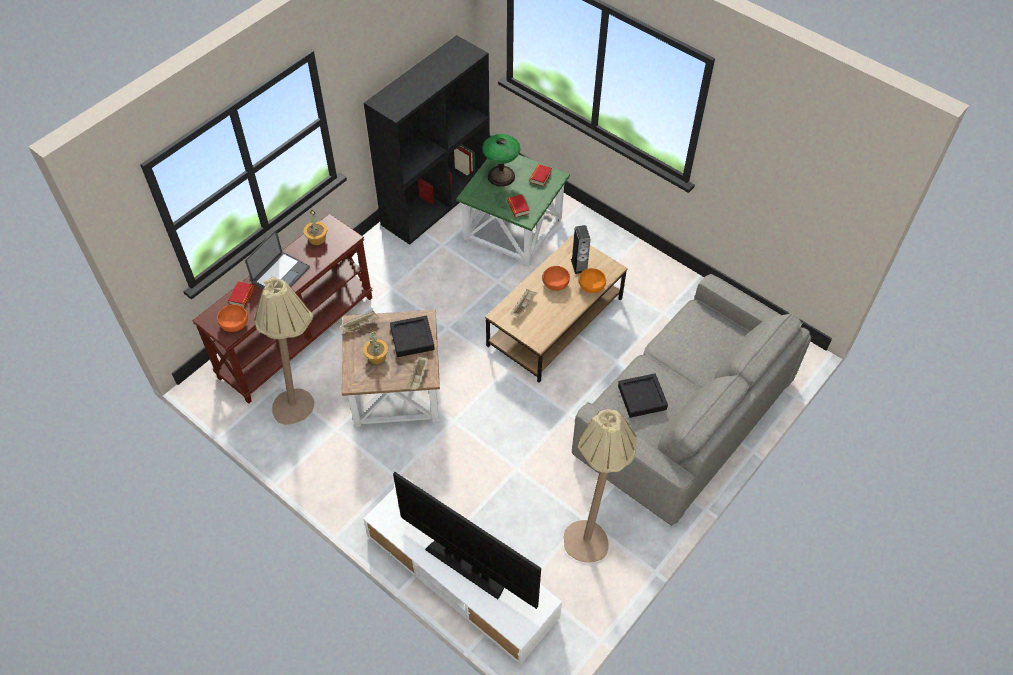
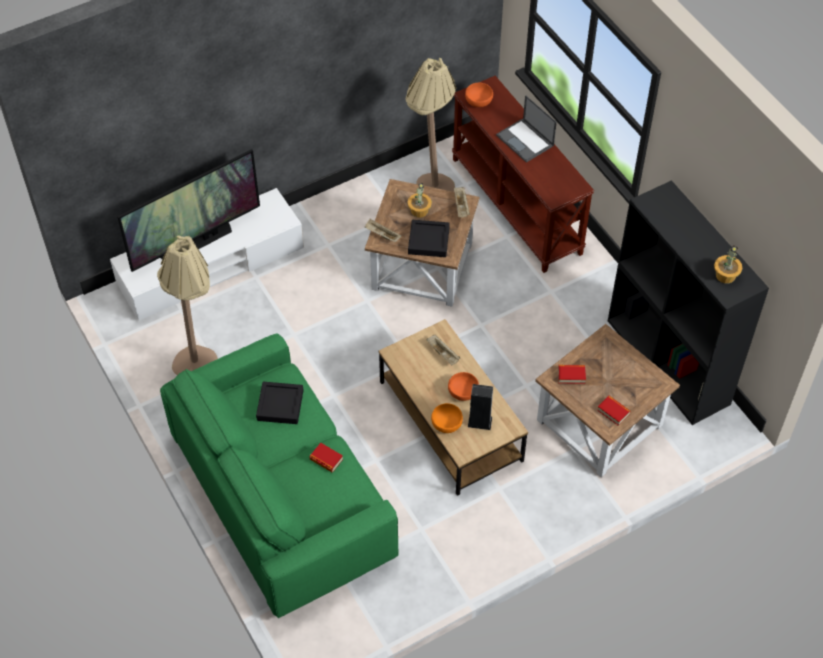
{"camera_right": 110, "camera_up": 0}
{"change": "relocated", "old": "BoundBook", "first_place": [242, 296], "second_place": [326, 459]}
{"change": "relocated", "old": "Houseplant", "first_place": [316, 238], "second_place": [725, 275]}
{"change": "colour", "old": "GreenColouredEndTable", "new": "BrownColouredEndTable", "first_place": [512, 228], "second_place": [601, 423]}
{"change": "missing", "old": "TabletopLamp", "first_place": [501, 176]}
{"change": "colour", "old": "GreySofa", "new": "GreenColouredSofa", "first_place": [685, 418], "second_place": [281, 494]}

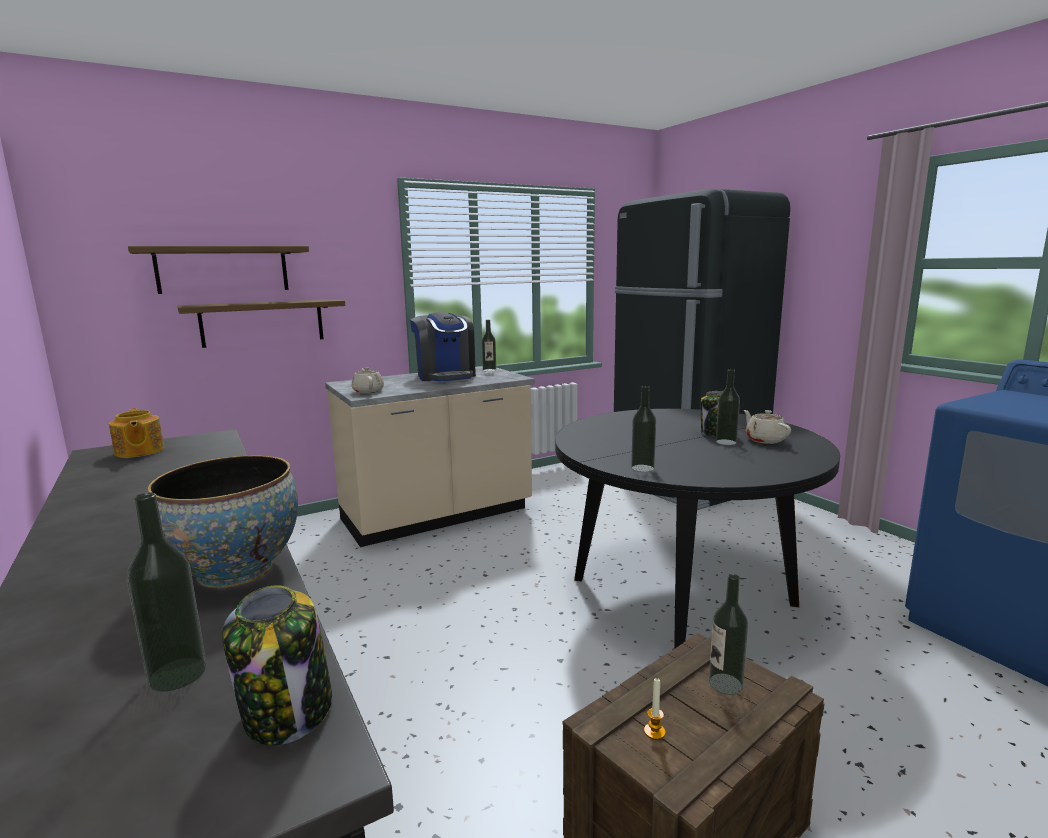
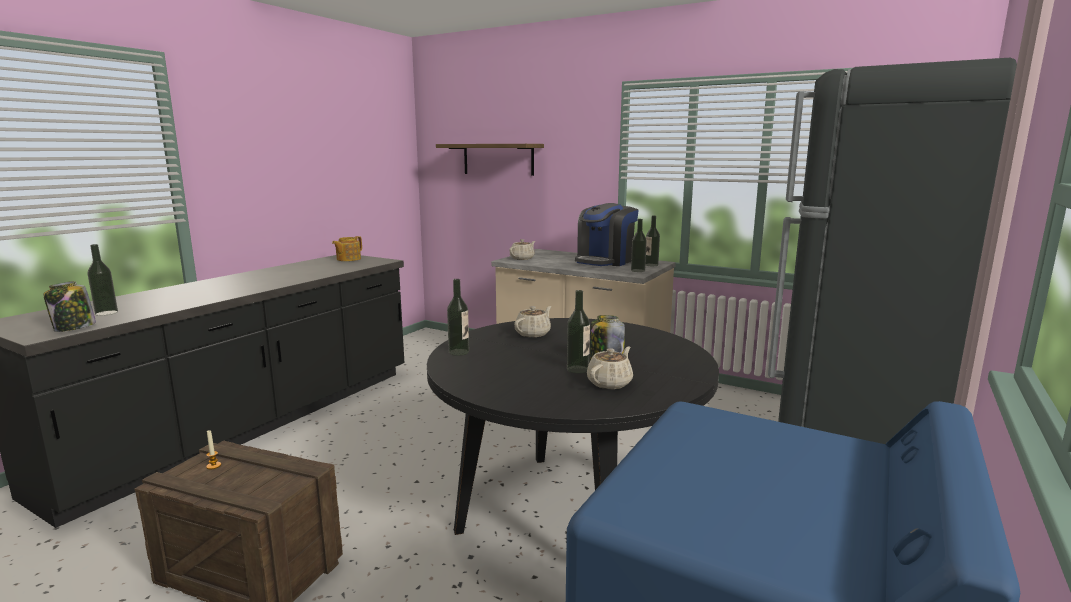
{"camera_right": 60, "camera_up": 0}
{"change": "missing", "old": "ServingBowl", "first_place": [236, 571]}
{"change": "missing", "old": "BracketShelf", "first_place": [262, 322]}
{"change": "relocated", "old": "DrinkBottle", "first_place": [725, 684], "second_place": [638, 270]}
{"change": "appeared", "new": "BeigePotForTea", "second_place": [533, 333]}

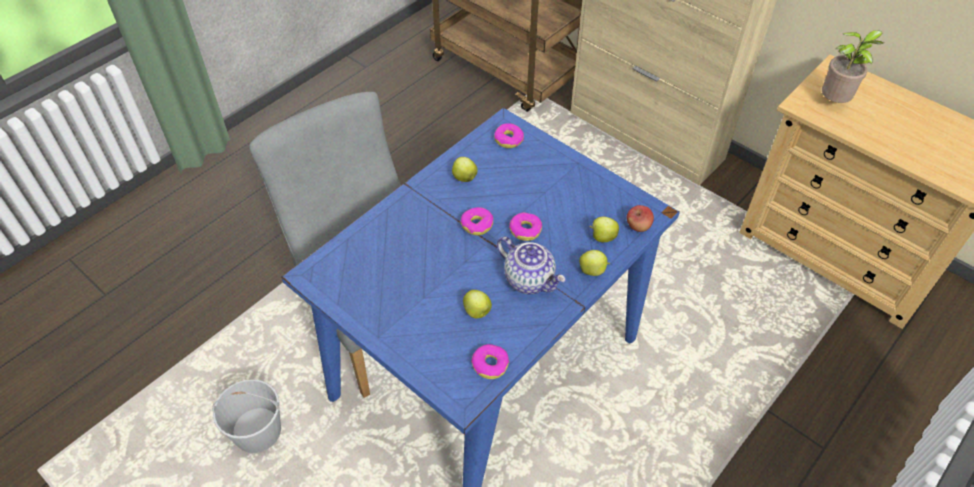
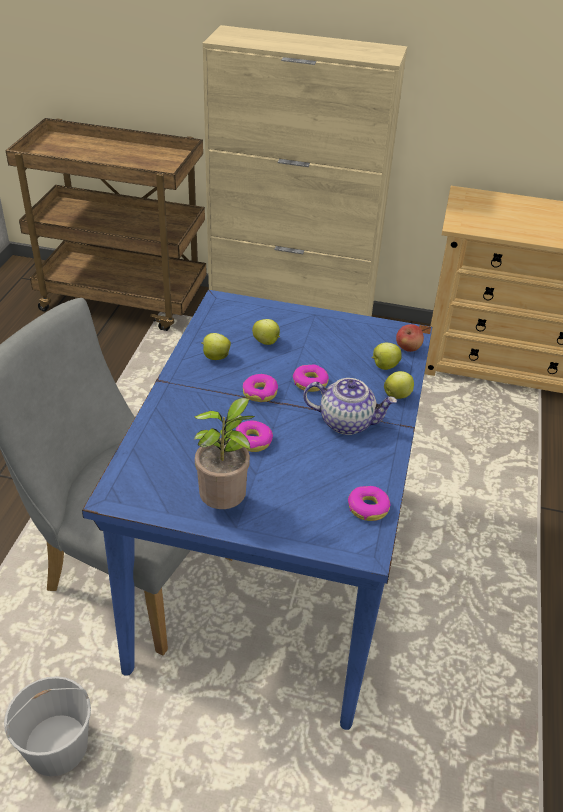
{"camera_right": -30, "camera_up": -10}
{"change": "relocated", "old": "Apple", "first_place": [477, 312], "second_place": [267, 342]}
{"change": "relocated", "old": "RingDoughnut", "first_place": [508, 139], "second_place": [253, 441]}
{"change": "relocated", "old": "Houseplant", "first_place": [834, 103], "second_place": [225, 504]}

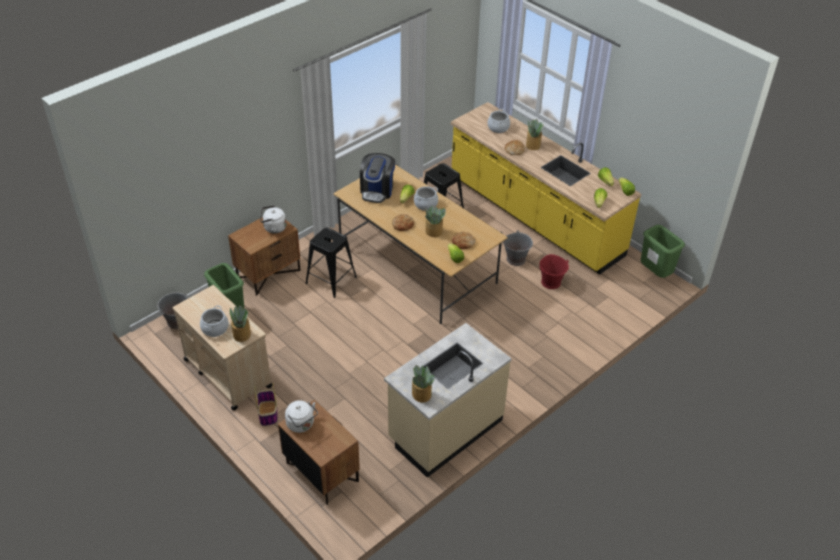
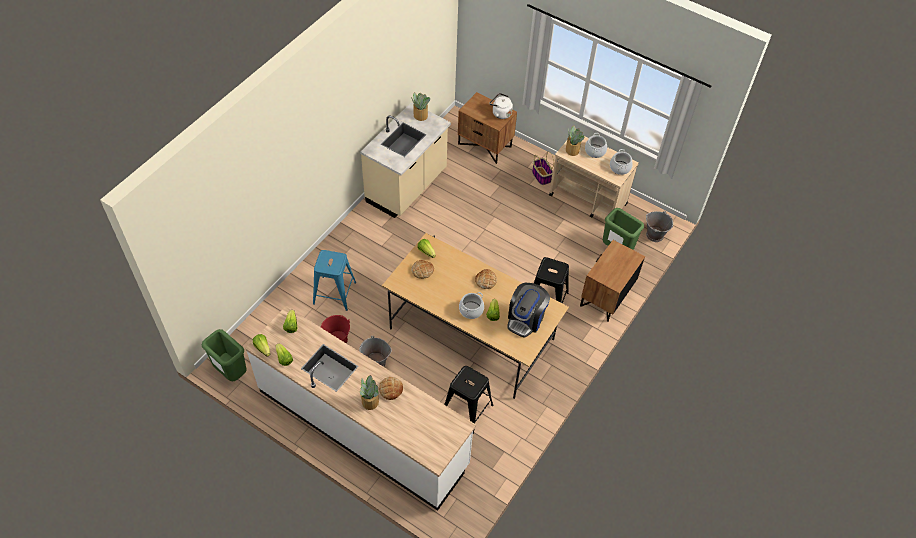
{"camera_right": 165, "camera_up": 10}
{"change": "missing", "old": "WhitishKettle", "first_place": [273, 228]}
{"change": "spun", "old": "CoffeeBrewer", "first_place": [377, 190], "second_place": [526, 319], "degrees": -150}
{"change": "missing", "old": "Houseplant", "first_place": [434, 232]}
{"change": "colour", "old": "YellowColouredKitchenCounter", "new": "WhitishKitchenCounter", "first_place": [534, 217], "second_place": [363, 427]}
{"change": "relocated", "old": "Saucepot", "first_place": [498, 127], "second_place": [620, 168]}
{"change": "appeared", "new": "BlueSittingStool", "second_place": [334, 293]}

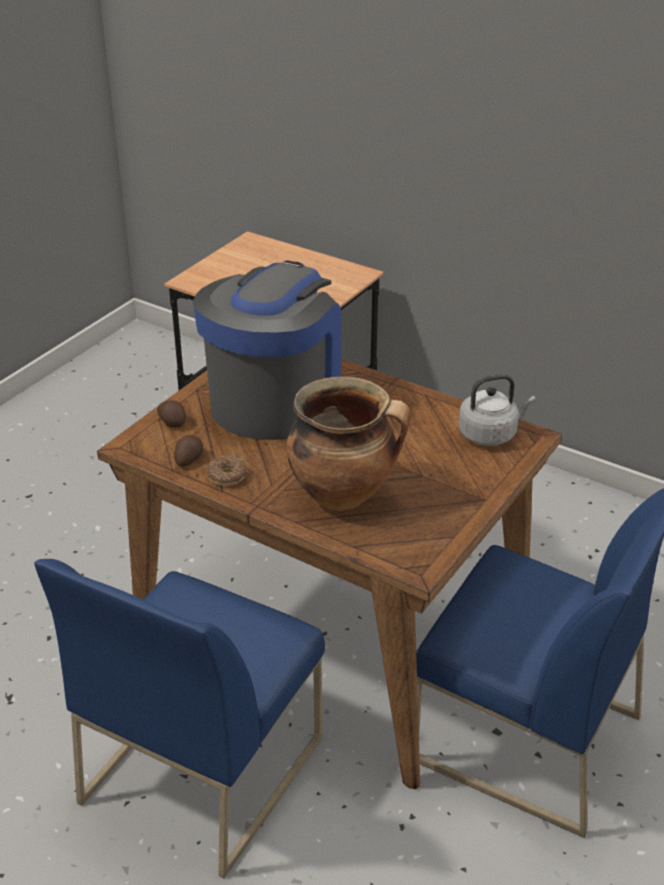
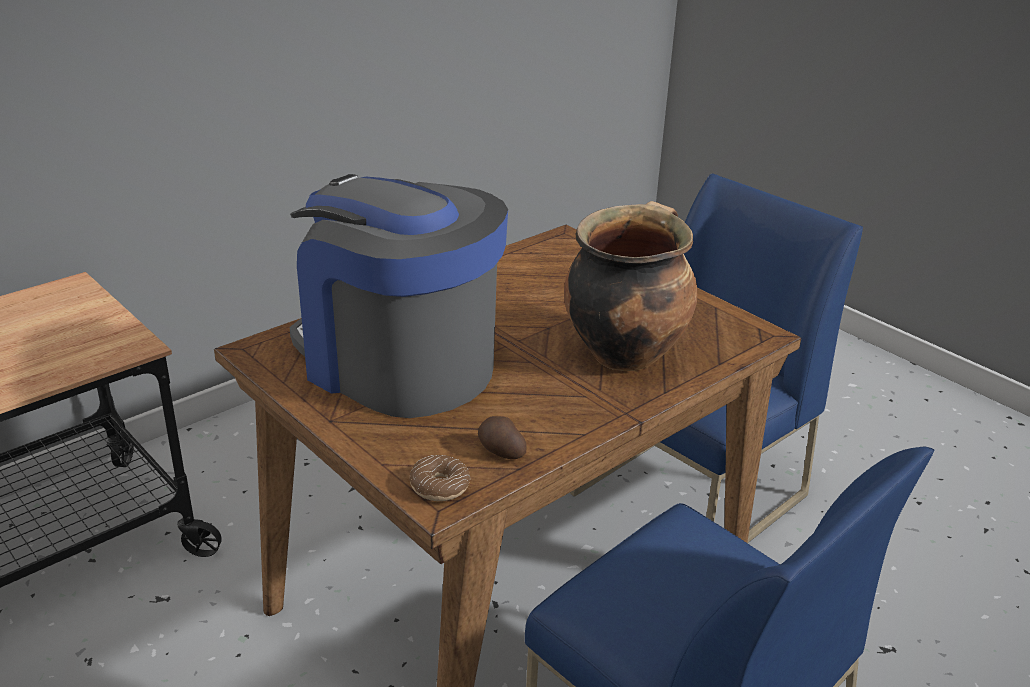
{"camera_right": -75, "camera_up": -5}
{"change": "missing", "old": "Potato", "first_place": [172, 422]}
{"change": "relocated", "old": "RingDoughnut", "first_place": [227, 476], "second_place": [439, 486]}
{"change": "missing", "old": "GreyKettle", "first_place": [490, 434]}

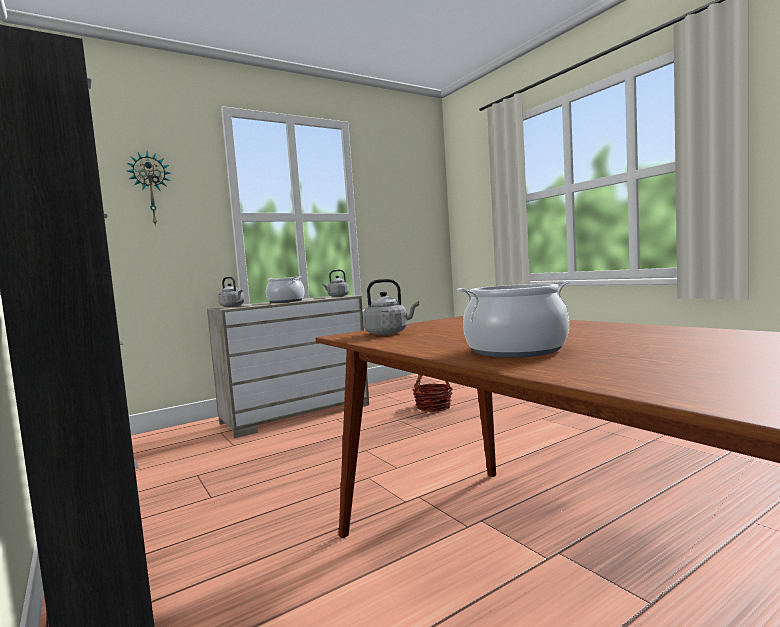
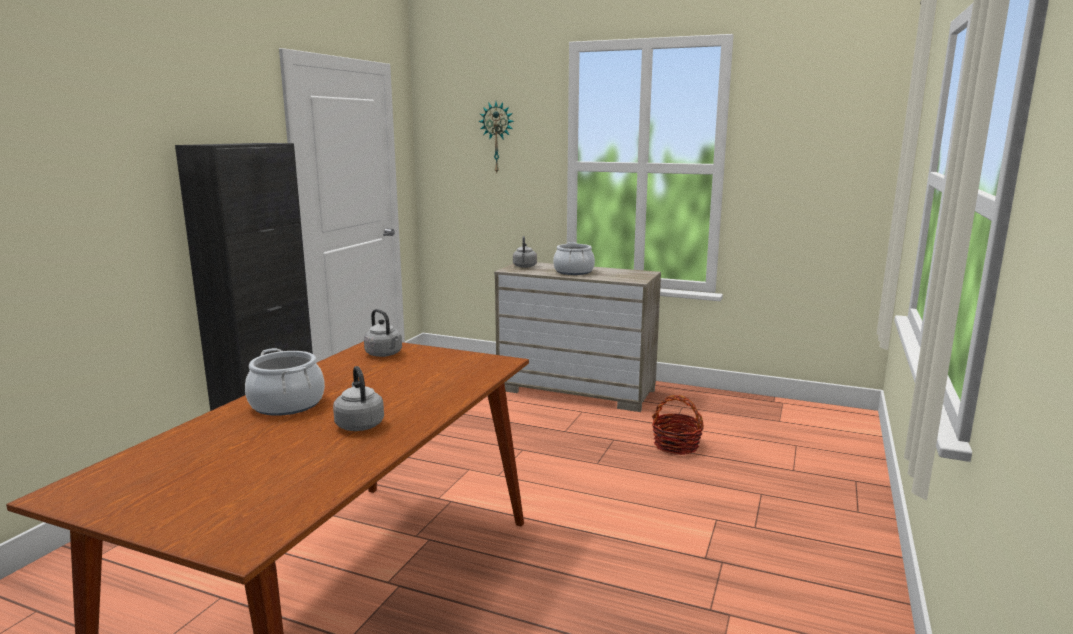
{"camera_right": 55, "camera_up": 10}
{"change": "relocated", "old": "GreyKettle", "first_place": [337, 296], "second_place": [359, 424]}

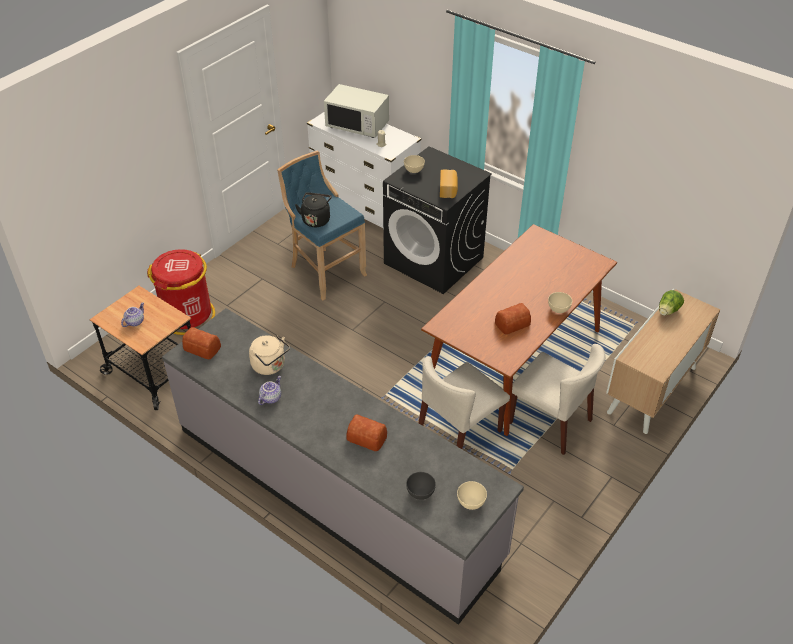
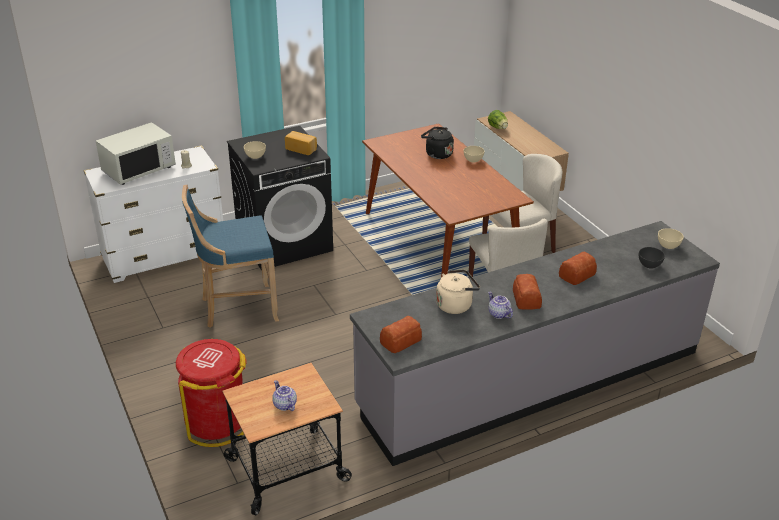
{"camera_right": -65, "camera_up": -10}
{"change": "relocated", "old": "BlackColouredKettle", "first_place": [316, 219], "second_place": [437, 154]}
{"change": "relocated", "old": "BakedBread", "first_place": [511, 323], "second_place": [526, 299]}

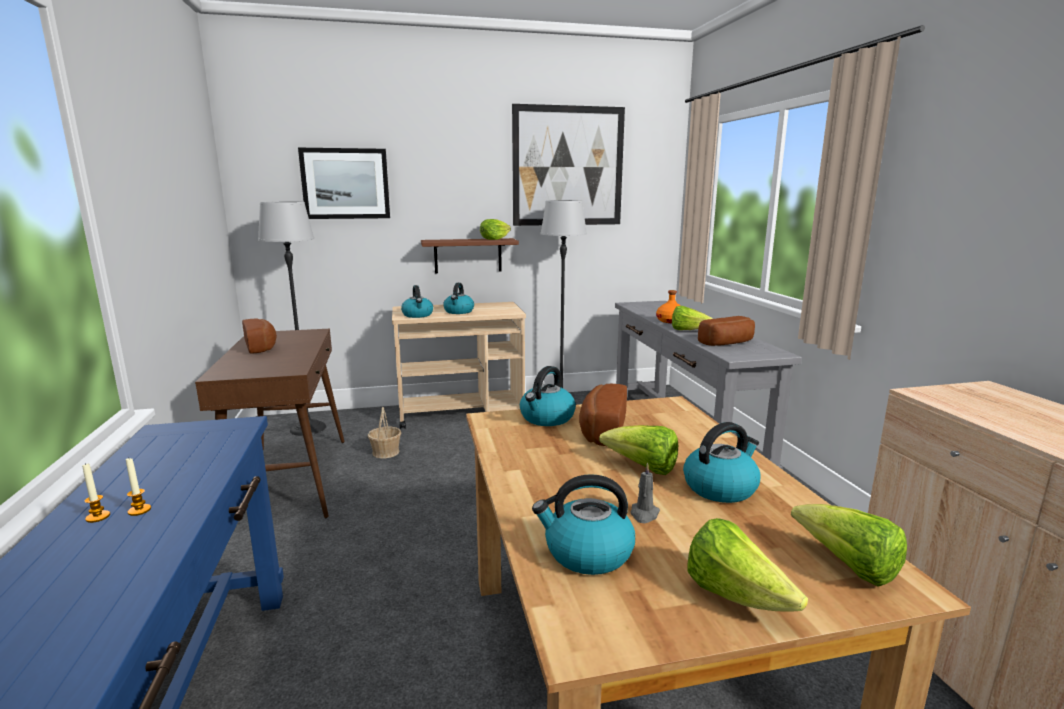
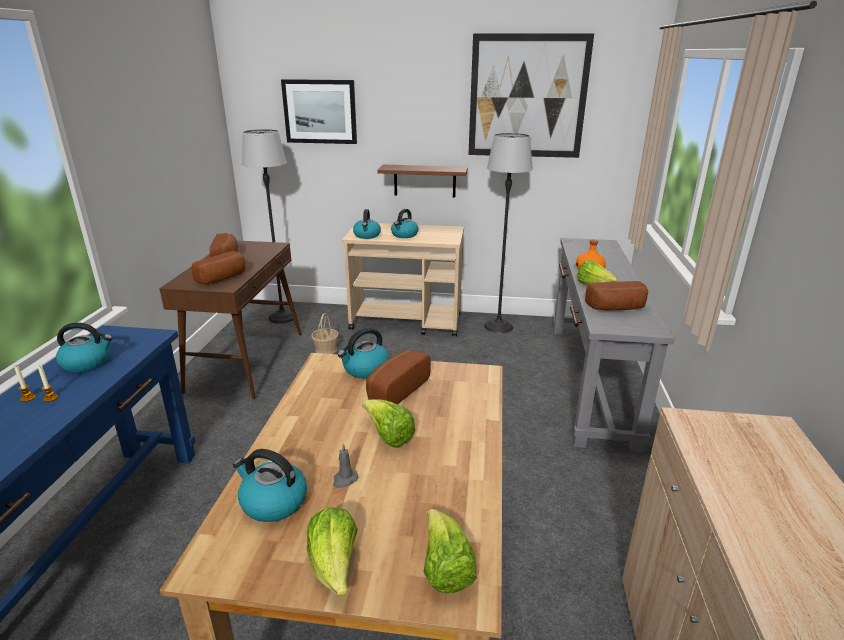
{"camera_right": 20, "camera_up": 10}
{"change": "missing", "old": "HeadOfLettuce", "first_place": [494, 239]}
{"change": "relocated", "old": "Kettle", "first_place": [720, 487], "second_place": [87, 363]}
{"change": "appeared", "new": "BakedBread", "second_place": [223, 278]}

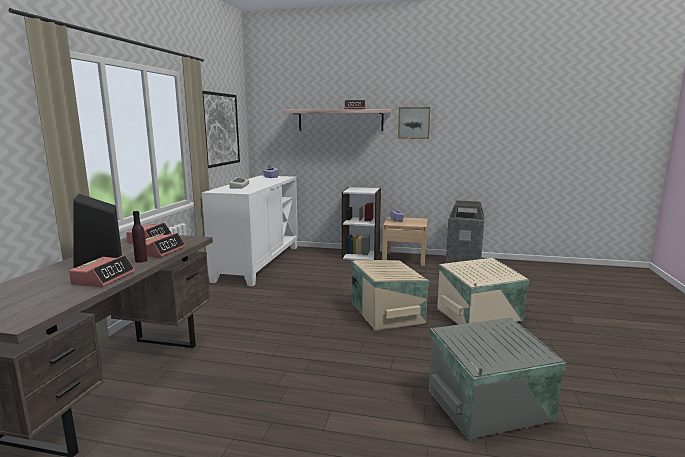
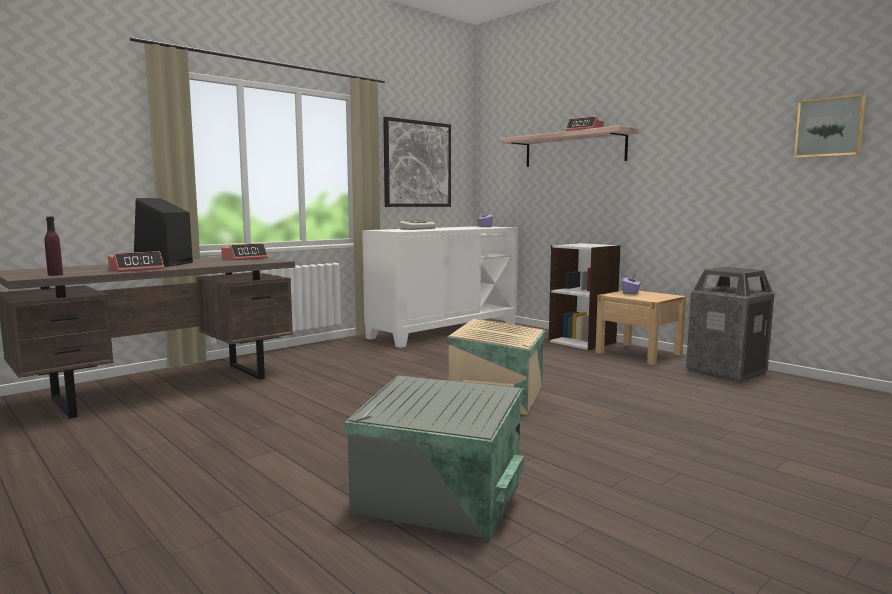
{"camera_right": 35, "camera_up": -5}
{"change": "relocated", "old": "PurpleDrinkBottle", "first_place": [141, 260], "second_place": [55, 275]}
{"change": "missing", "old": "TableClock", "first_place": [161, 251]}
{"change": "relocated", "old": "Picture", "first_place": [414, 123], "second_place": [829, 127]}
{"change": "missing", "old": "BeigeStorageContainer", "first_place": [480, 315]}

